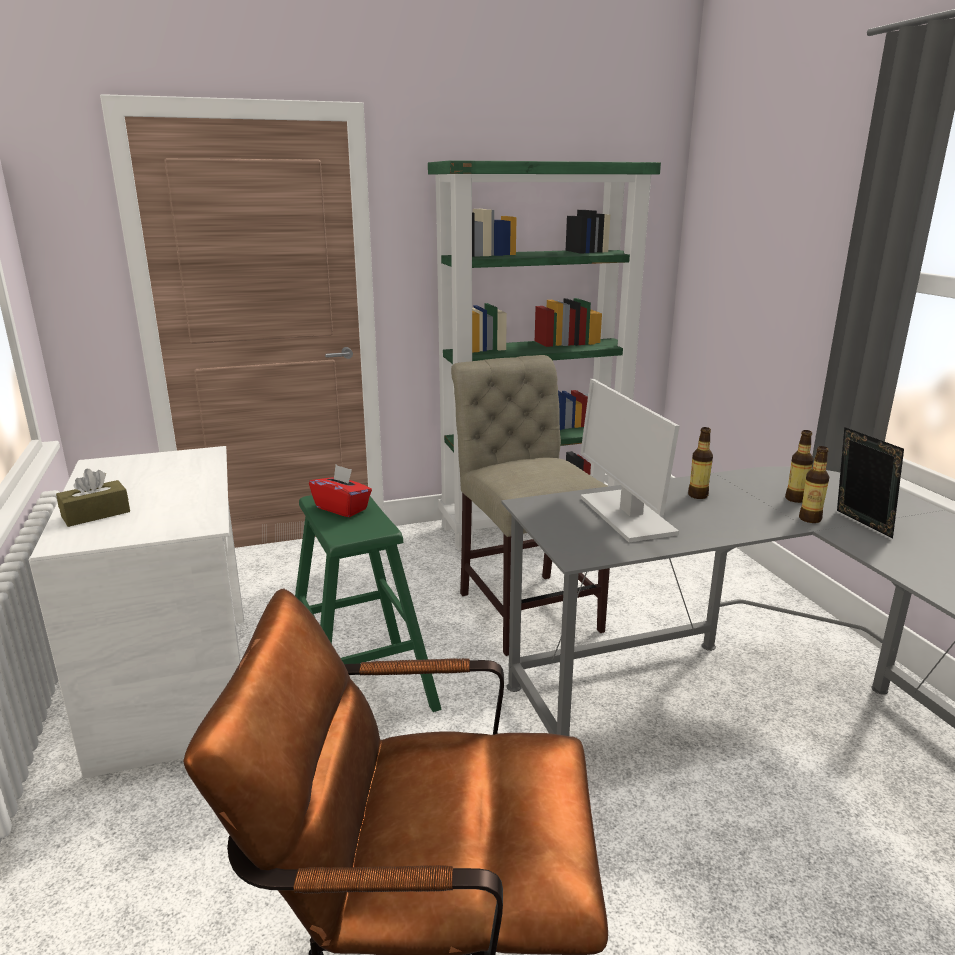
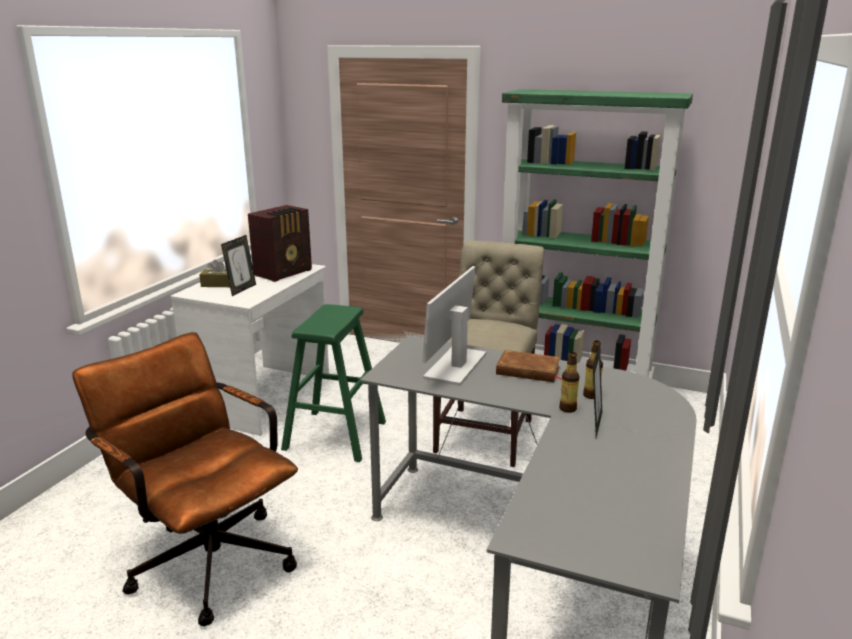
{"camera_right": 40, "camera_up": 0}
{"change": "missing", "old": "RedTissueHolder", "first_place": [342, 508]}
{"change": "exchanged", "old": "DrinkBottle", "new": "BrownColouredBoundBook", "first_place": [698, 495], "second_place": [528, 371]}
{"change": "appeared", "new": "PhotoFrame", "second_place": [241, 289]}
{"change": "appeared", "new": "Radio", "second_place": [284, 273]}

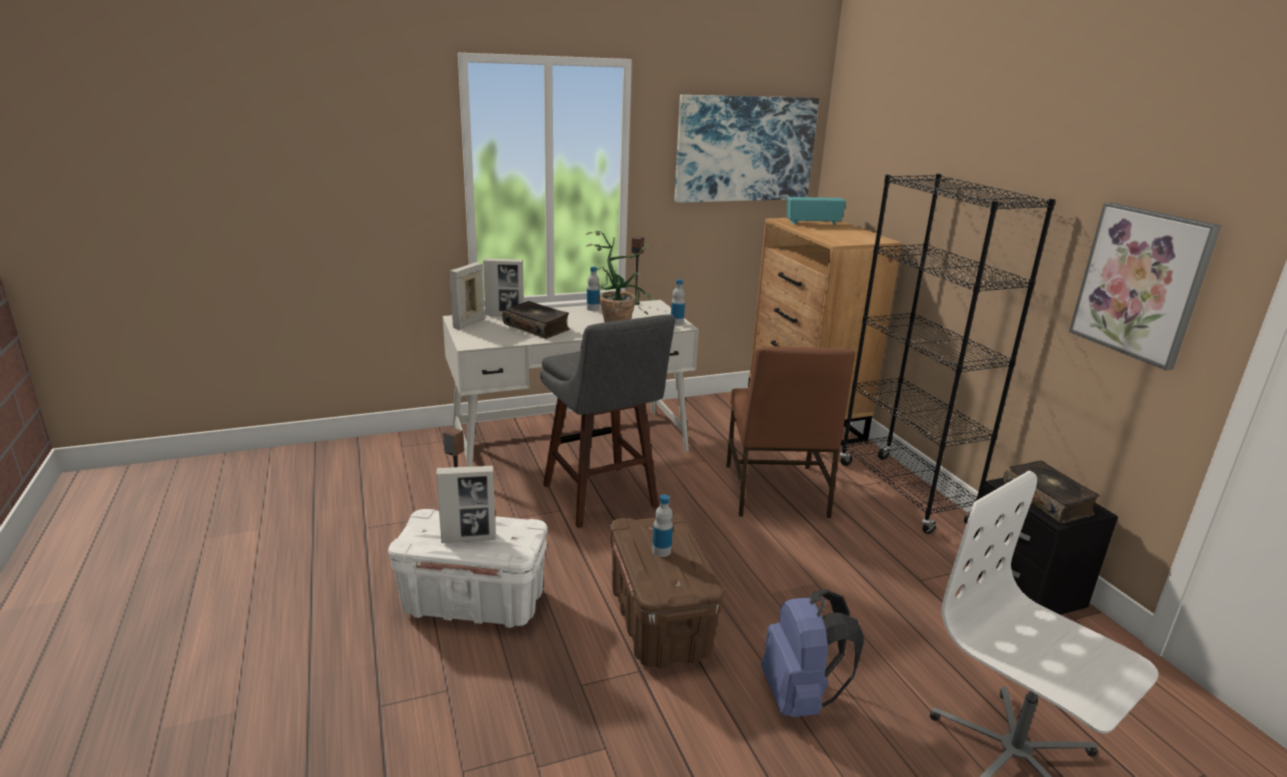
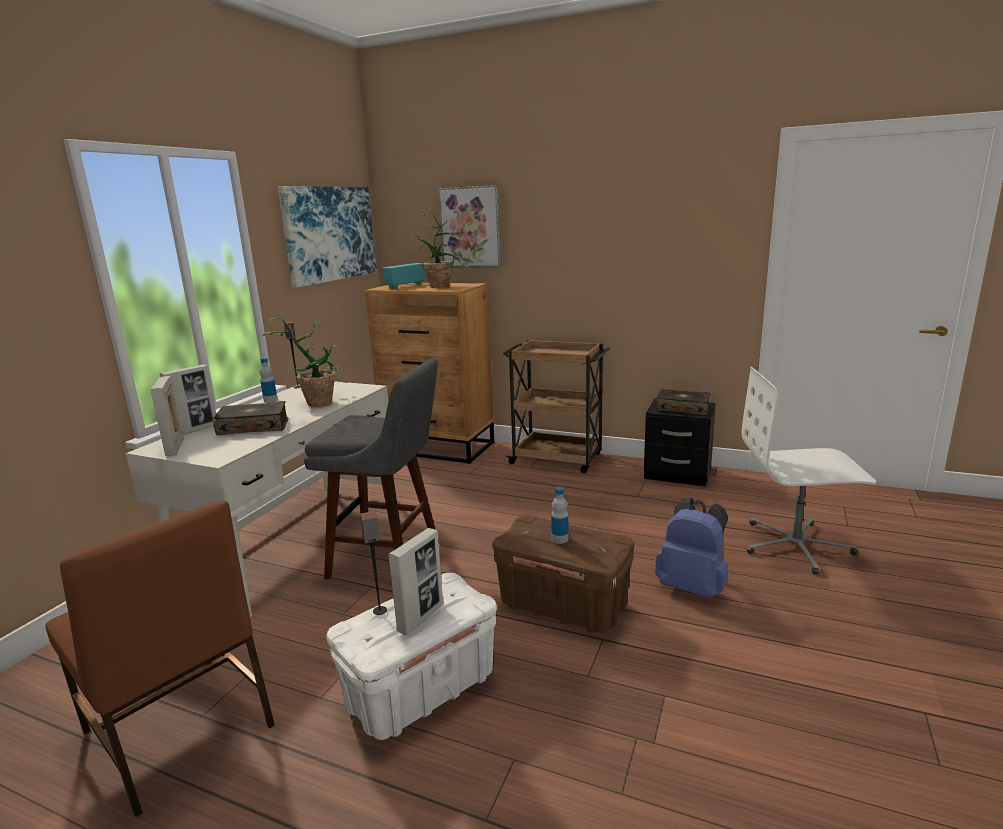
{"camera_right": -45, "camera_up": -5}
{"change": "missing", "old": "DrinkBottle", "first_place": [676, 323]}
{"change": "relocated", "old": "BrownColouredChair", "first_place": [775, 491], "second_place": [178, 731]}
{"change": "exchanged", "old": "BlackColouredShelvingUnit", "new": "BrownColouredTrolley", "first_place": [903, 493], "second_place": [558, 459]}
{"change": "relocated", "old": "Picture", "first_place": [1141, 283], "second_place": [471, 227]}
{"change": "appeared", "new": "Houseplant", "second_place": [444, 286]}

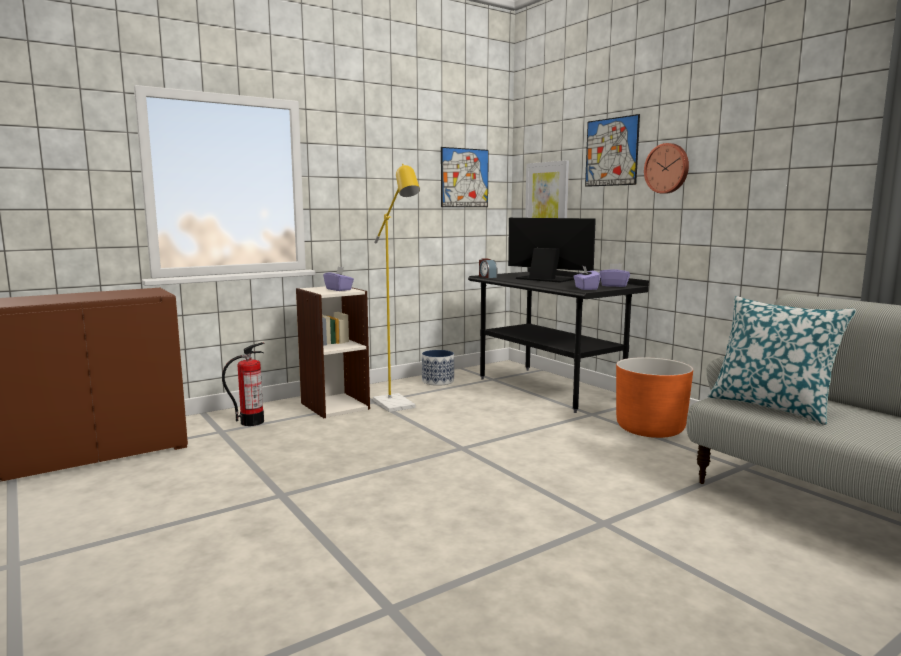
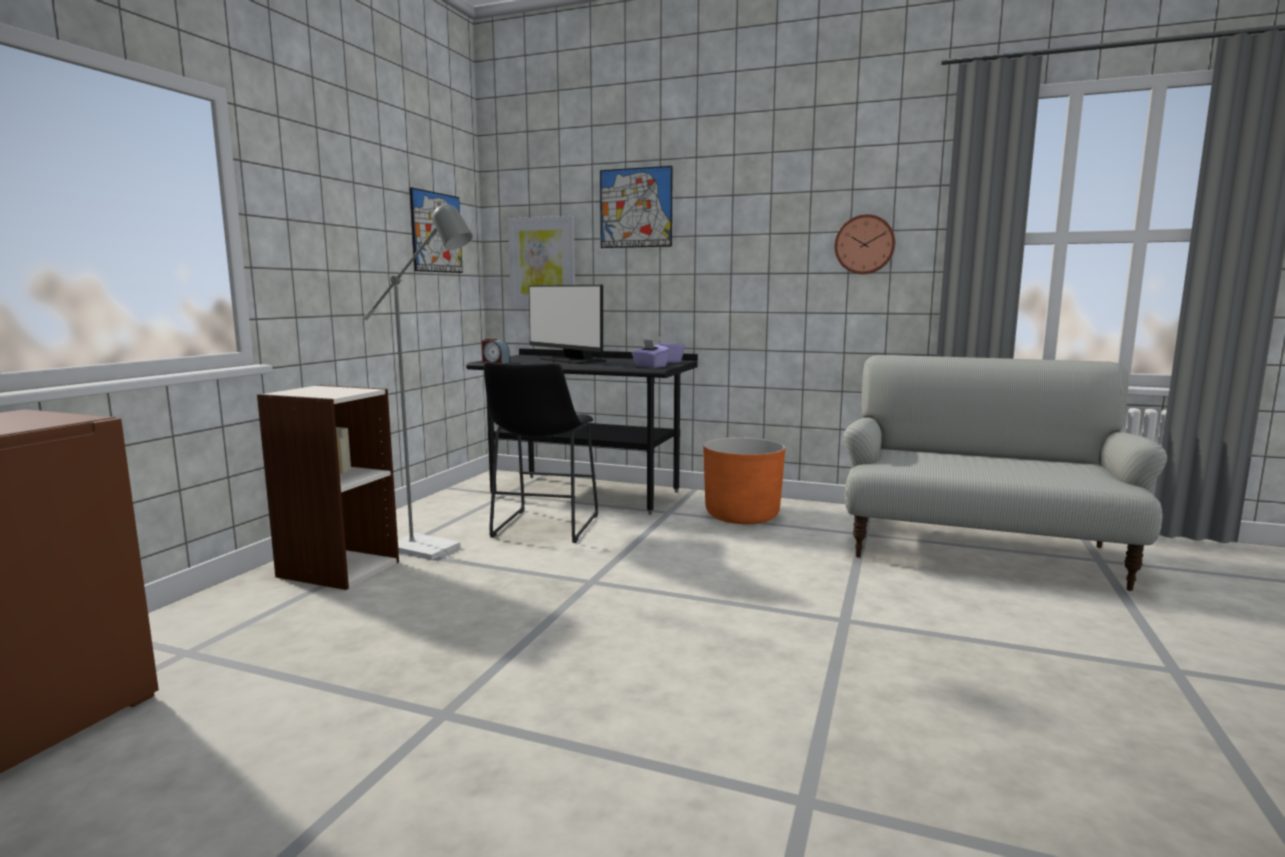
{"camera_right": -35, "camera_up": 0}
{"change": "missing", "old": "FireFightingCylinder", "first_place": [252, 422]}
{"change": "missing", "old": "PurpleTissueHolder", "first_place": [339, 289]}
{"change": "colour", "old": "YellowColouredStandardLamp", "new": "GreyStandardLamp", "first_place": [397, 406], "second_place": [433, 550]}
{"change": "missing", "old": "Planter", "first_place": [438, 381]}
{"change": "spun", "old": "ComputerScreen", "first_place": [545, 279], "second_place": [571, 360], "degrees": -135}
{"change": "relocated", "old": "WallClock", "first_place": [667, 168], "second_place": [864, 244]}
{"change": "missing", "old": "ThrowPillow", "first_place": [772, 406]}
{"change": "appeared", "new": "BlackColouredSittingStool", "second_place": [543, 528]}

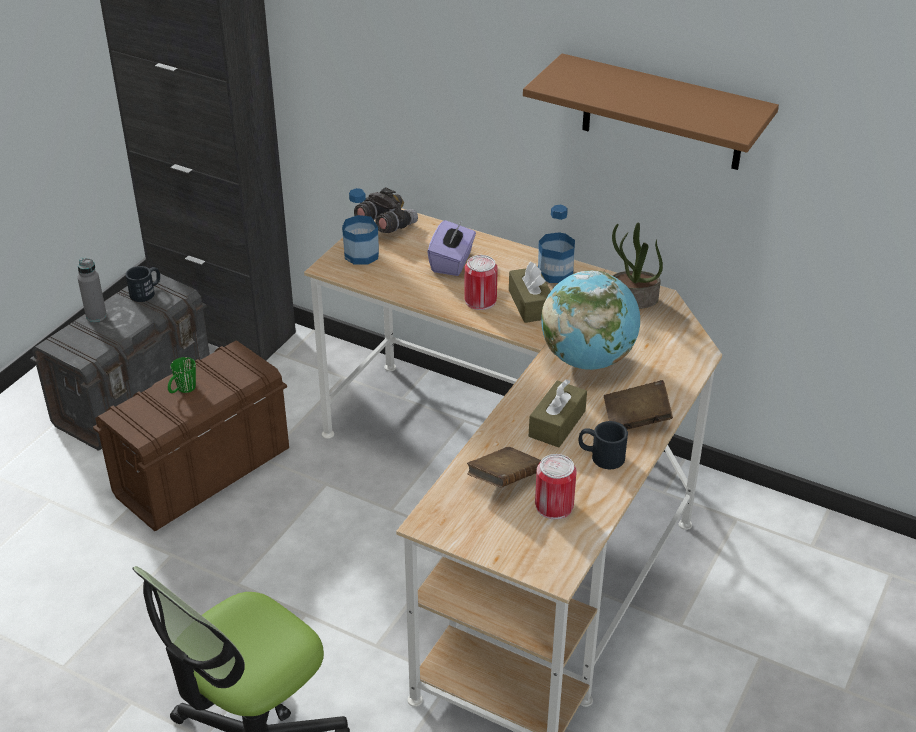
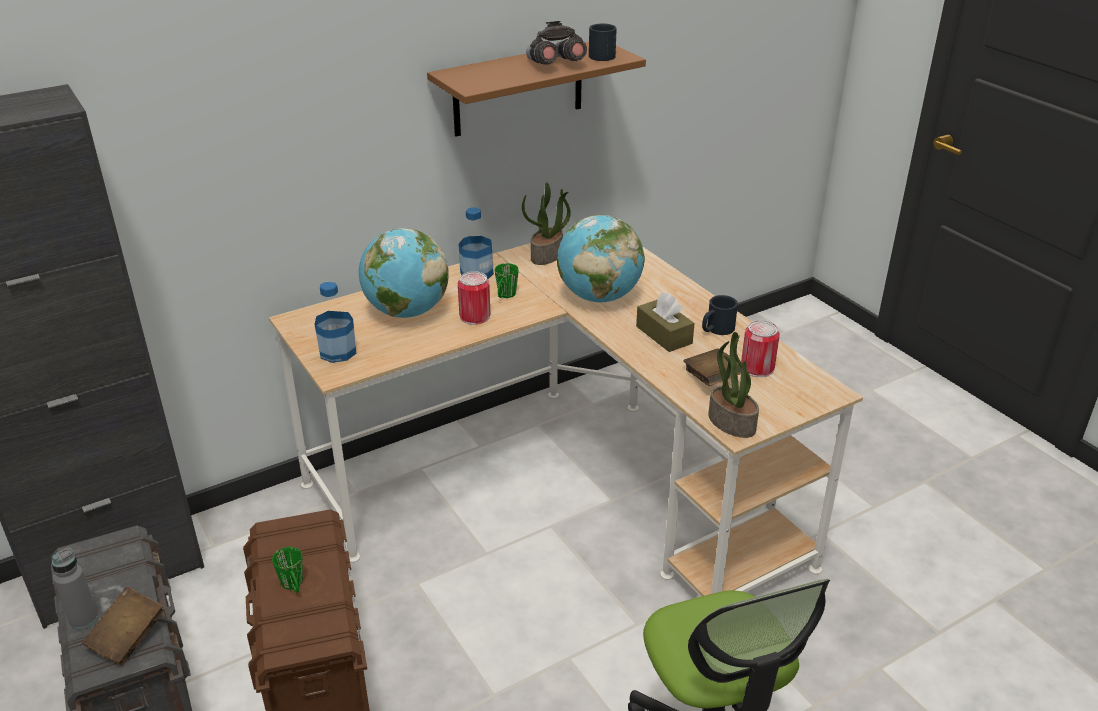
{"camera_right": -60, "camera_up": -5}
{"change": "relocated", "old": "BlackColouredCoffeeMug", "first_place": [146, 292], "second_place": [599, 54]}
{"change": "relocated", "old": "GreyPairOfBinoculars", "first_place": [385, 226], "second_place": [554, 65]}
{"change": "exchanged", "old": "PurpleTissueHolder", "new": "Globe", "first_place": [452, 262], "second_place": [406, 312]}
{"change": "exchanged", "old": "BrownColouredTissueHolder", "new": "GreenColouredCoffeeMug", "first_place": [530, 304], "second_place": [505, 296]}
{"change": "relocated", "old": "BrownColouredBoundBook", "first_place": [636, 419], "second_place": [128, 638]}
{"change": "appeared", "new": "Houseplant", "second_place": [730, 422]}

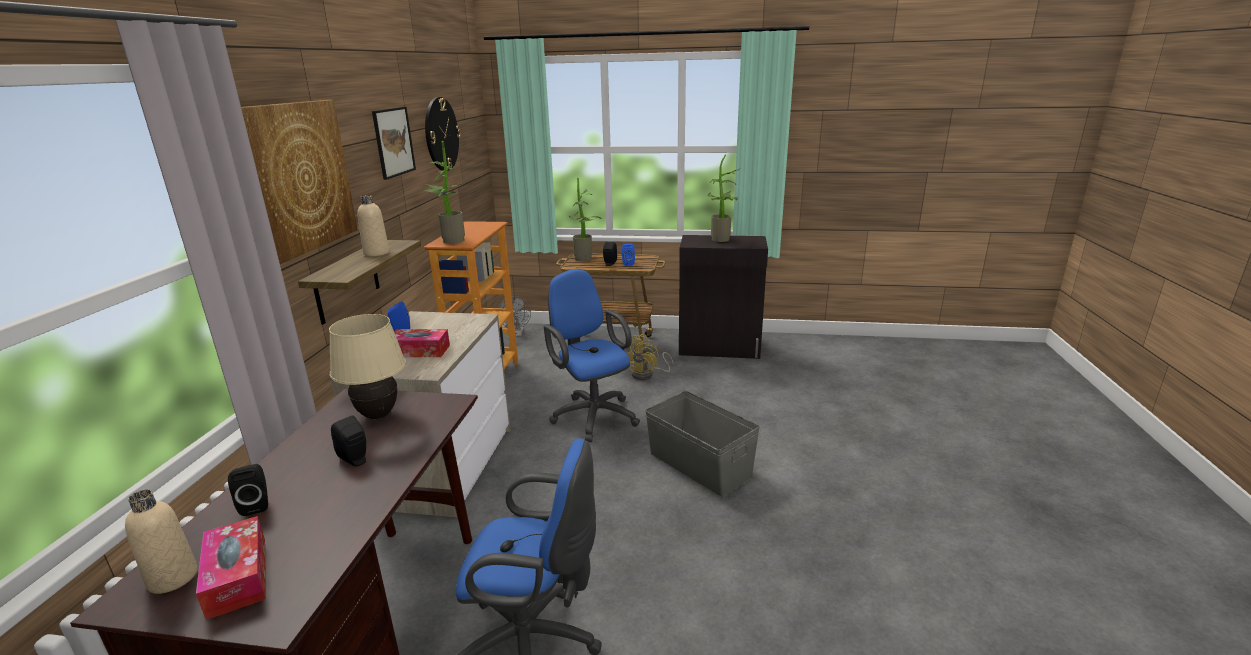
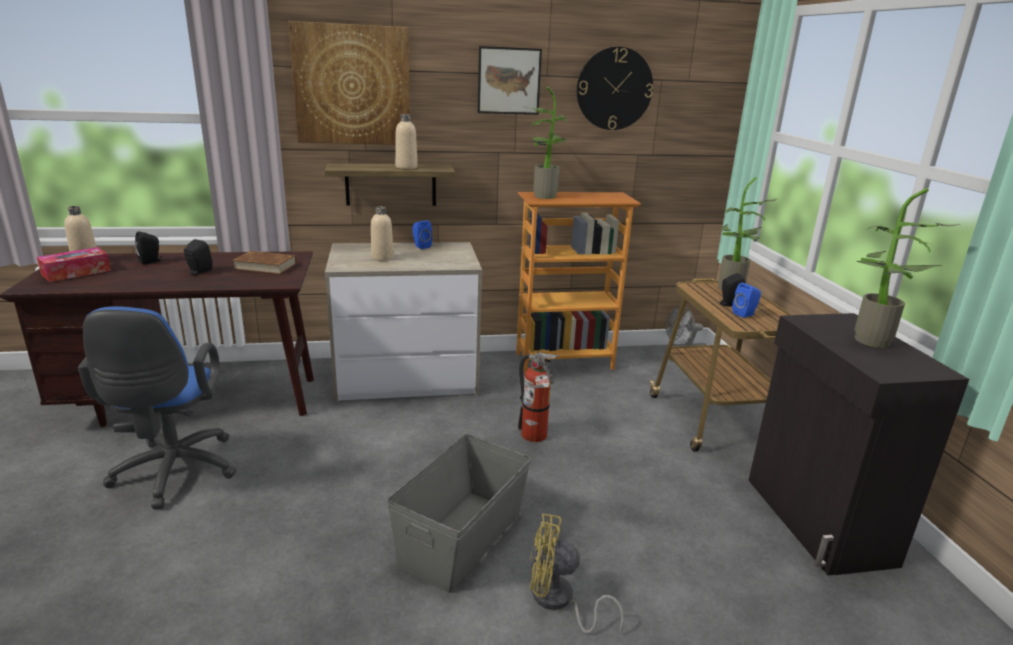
{"camera_right": 70, "camera_up": 0}
{"change": "exchanged", "old": "BeigeTabletopLamp", "new": "BrownColouredBoundBook", "first_place": [377, 415], "second_place": [265, 266]}
{"change": "exchanged", "old": "TissueHolder", "new": "BeigeDrinkBottle", "first_place": [419, 351], "second_place": [382, 258]}
{"change": "exchanged", "old": "BlueDeskChair", "new": "FireFightingCylinder", "first_place": [592, 414], "second_place": [535, 437]}
{"change": "relocated", "old": "YellowColouredCoolingFan", "first_place": [647, 375], "second_place": [558, 601]}

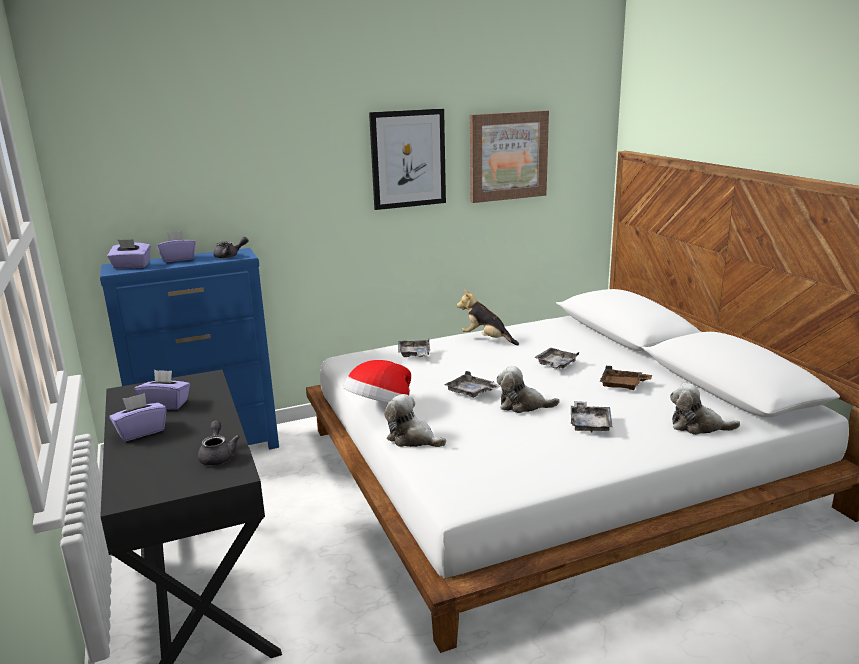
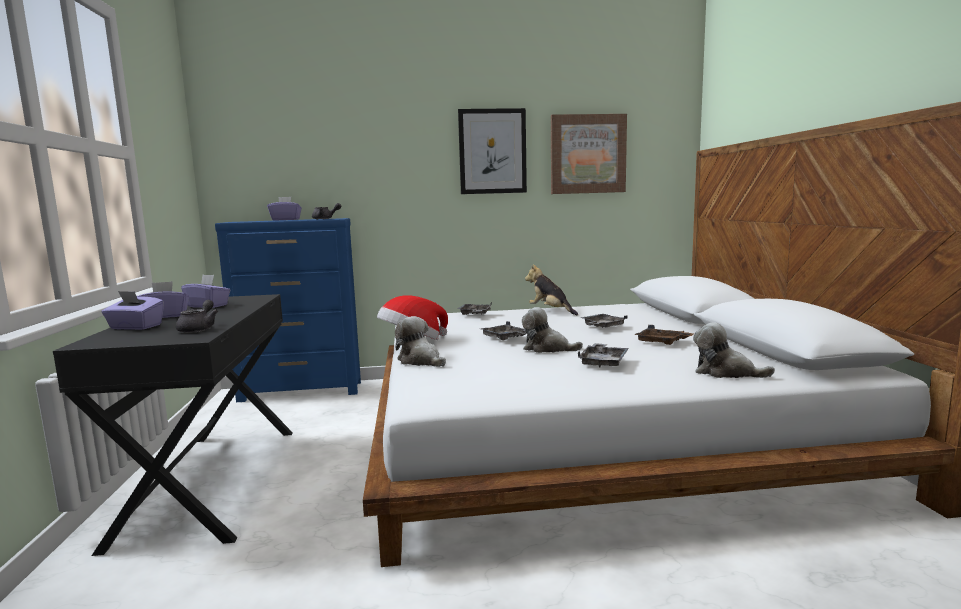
{"camera_right": 15, "camera_up": -10}
{"change": "relocated", "old": "PurpleTissueHolder", "first_place": [131, 266], "second_place": [135, 327]}

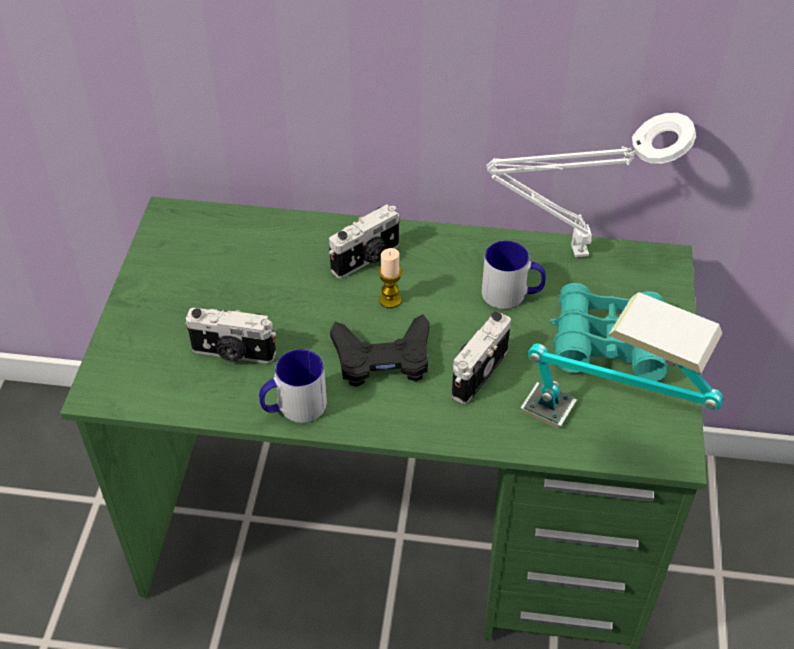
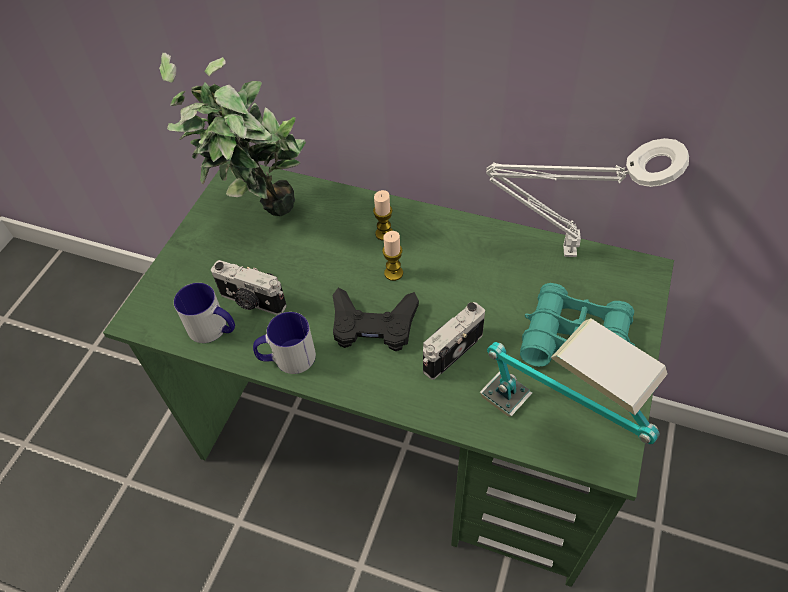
{"camera_right": 15, "camera_up": 5}
{"change": "exchanged", "old": "PhotoCamera", "new": "WaxCandle", "first_place": [367, 259], "second_place": [384, 233]}
{"change": "relocated", "old": "CoffeeMug", "first_place": [512, 294], "second_place": [214, 329]}
{"change": "appeared", "new": "Houseplant", "second_place": [260, 216]}

